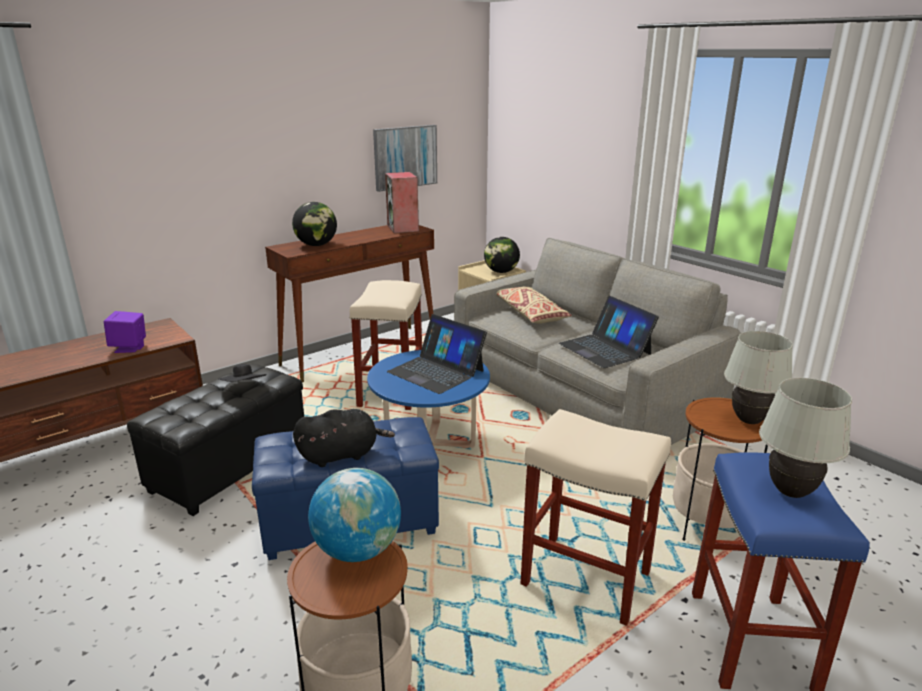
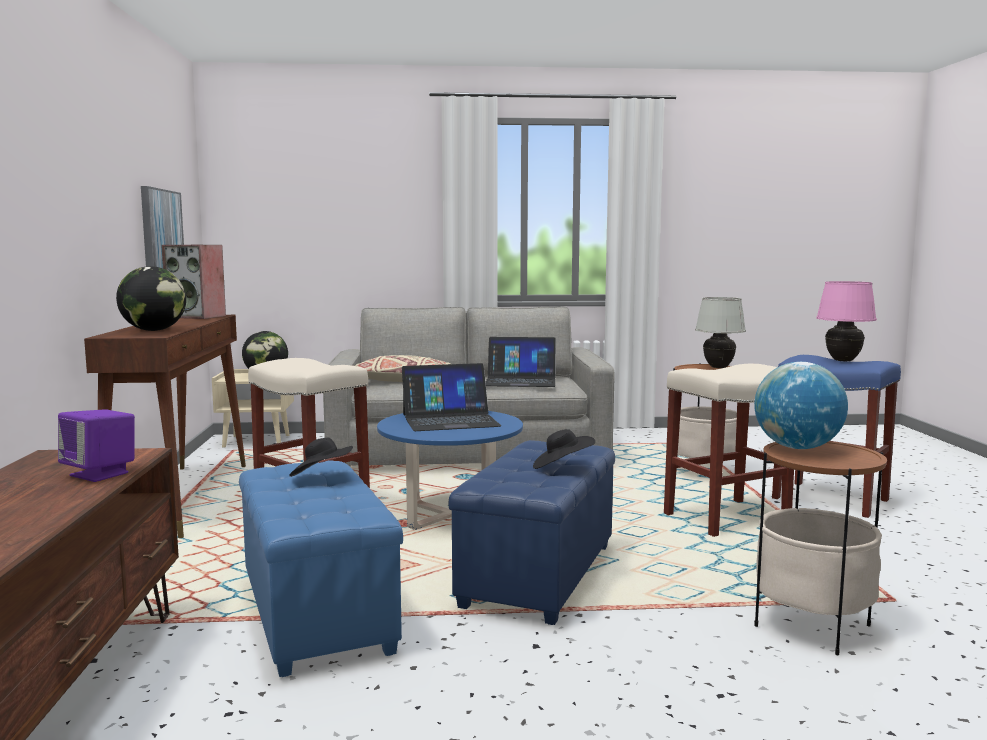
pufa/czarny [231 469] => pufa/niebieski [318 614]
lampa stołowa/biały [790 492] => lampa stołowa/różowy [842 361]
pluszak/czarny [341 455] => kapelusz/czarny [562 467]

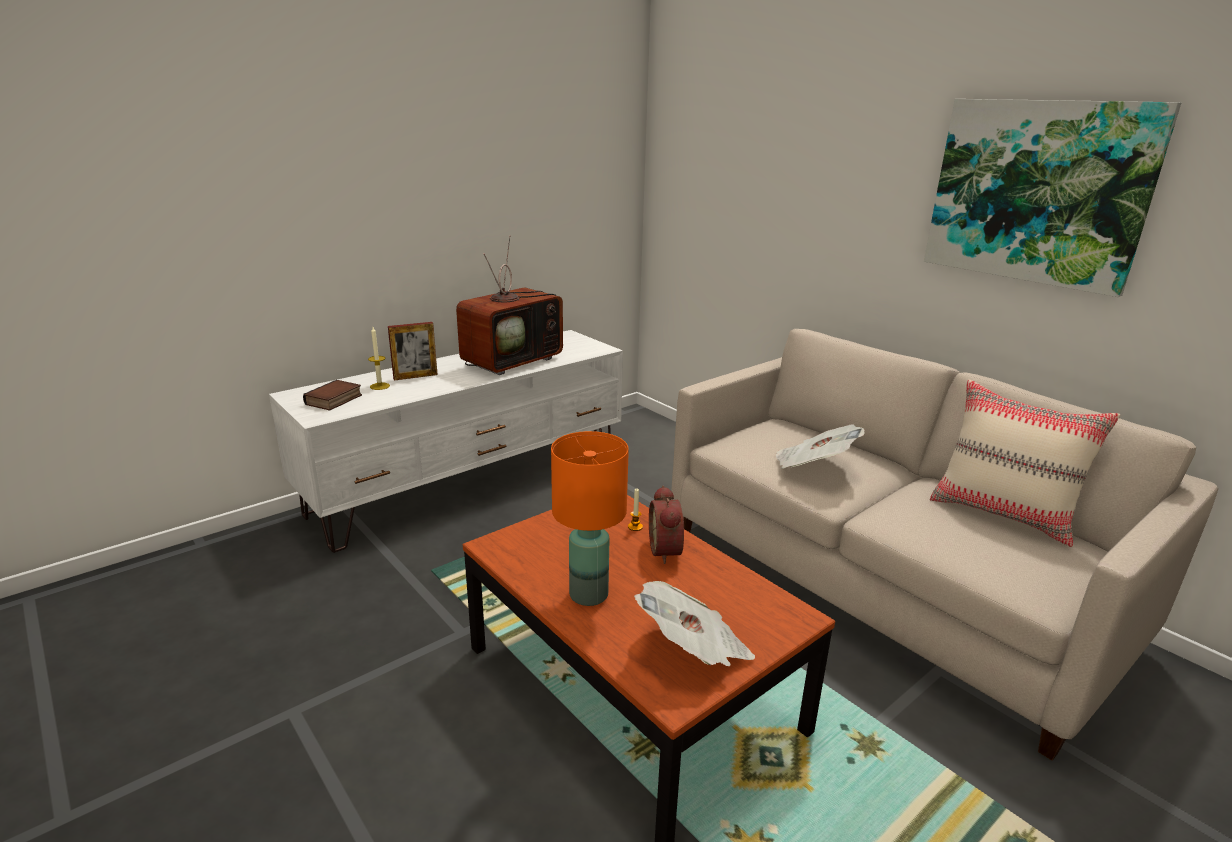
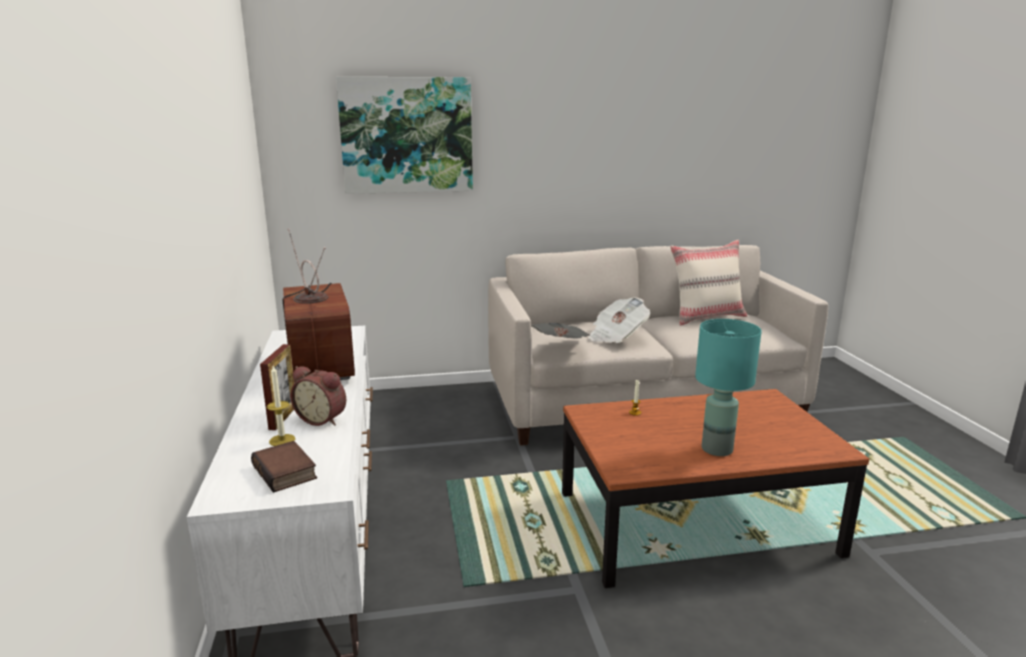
obraz [1037 192] => obraz [407 135], moved
lampa stołowa/pomarańczowy [589 595] => lampa stołowa/turkusowy [717 449]
budzik [668 550] => budzik [322 419], moved
gazeta [693 649] => gazeta [560 347], moved

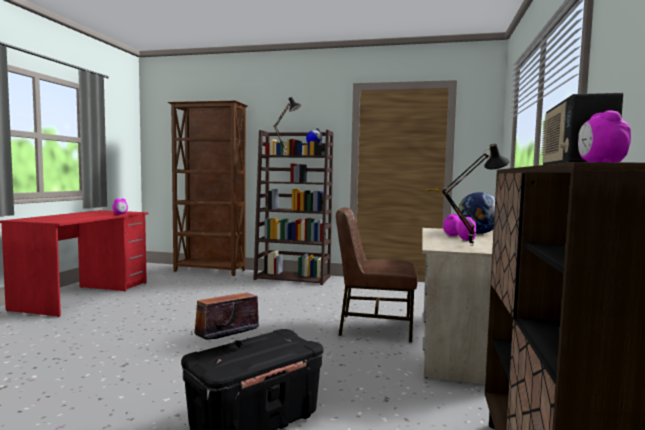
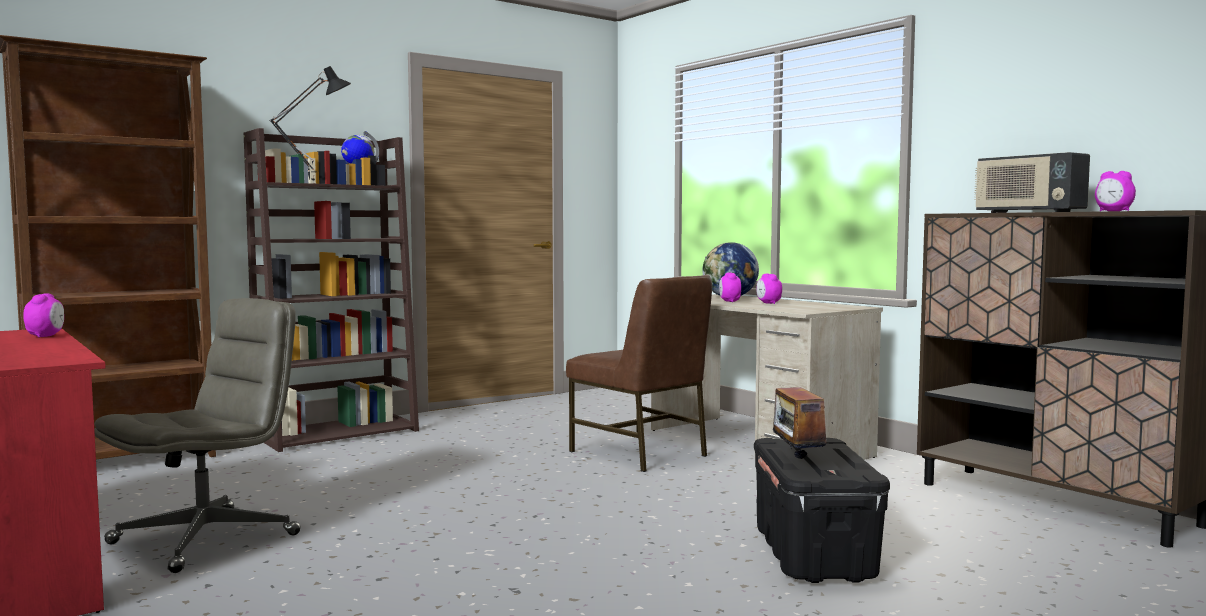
lampa stołowa/czarny [470 245] => nothing
krzesło/brązowy [374 327] => krzesło/brązowy [640 454], 90 degrees counterclockwise
nothing => krzesło biurowe/szary [206 538]

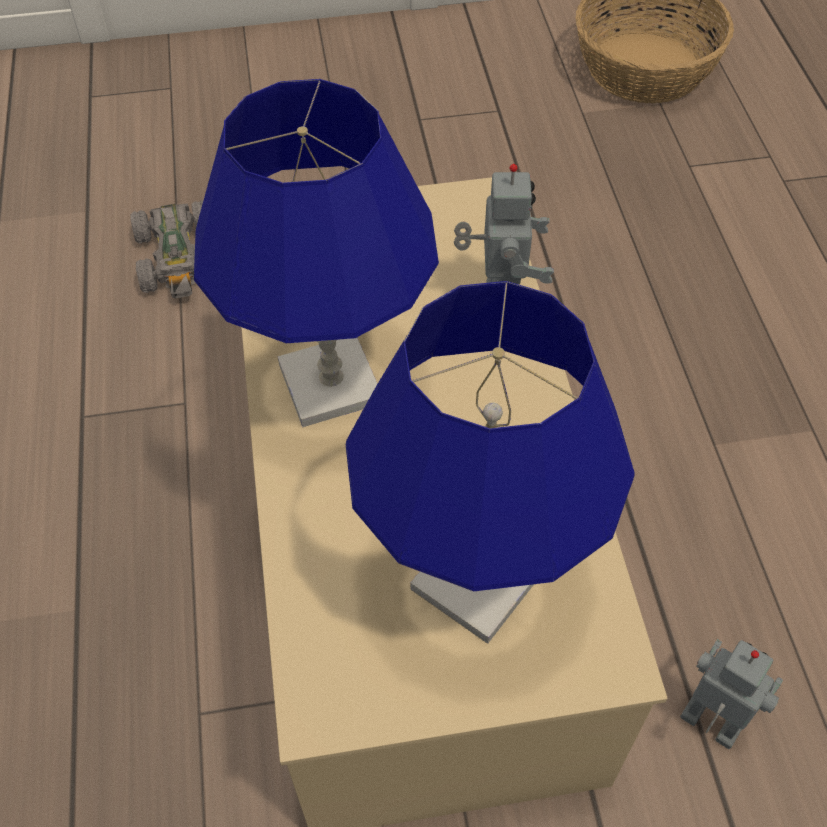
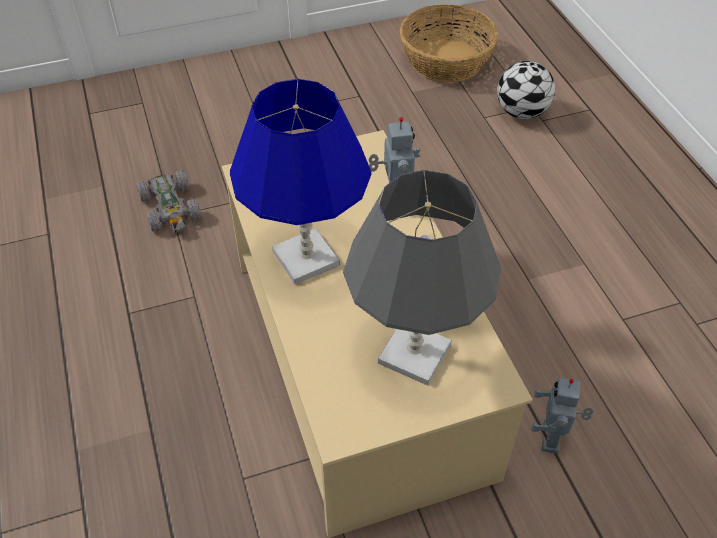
lampa stołowa/niebieski [477 580] => lampa stołowa/szary [414 353]
robot zabawkowy [708 725] => robot zabawkowy [552 438], 105 degrees counterclockwise
nothing => piłka futbolowa [522 112]

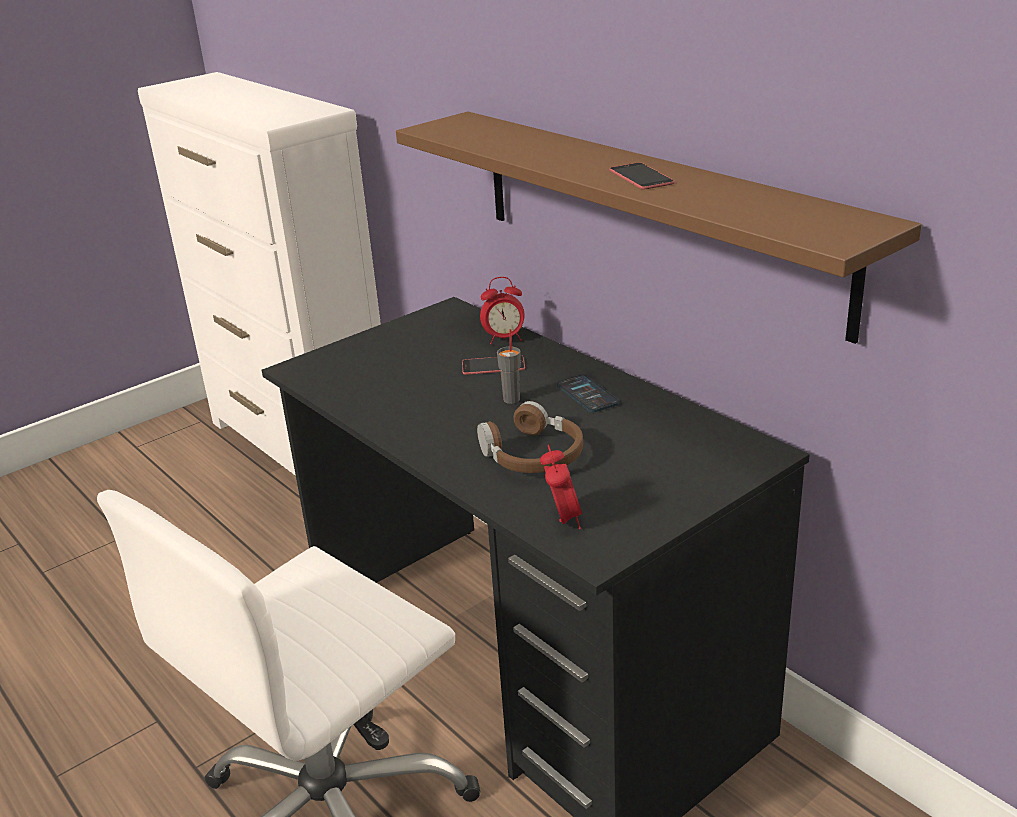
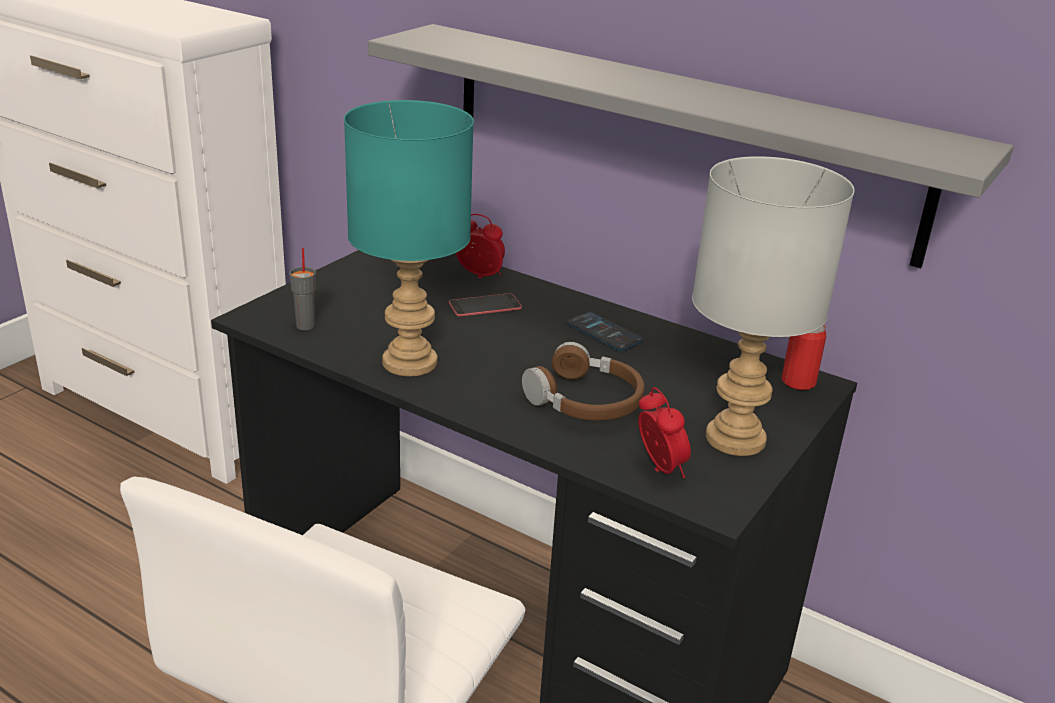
półka/brązowy [651 215] => półka/szary [676 139]
telefon [641 177] => nothing
budzik [504 339] => budzik [480 276], 135 degrees counterclockwise
filiżanka/szary [512 399] => filiżanka/szary [306 325], moved
nothing => lampa stołowa/turkusowy [410 361]
nothing => lampa stołowa/szary [736 440]
nothing => puszka [798 382]

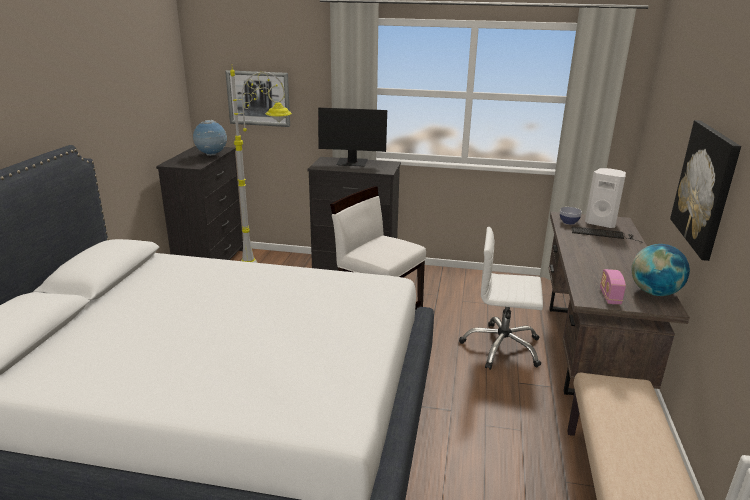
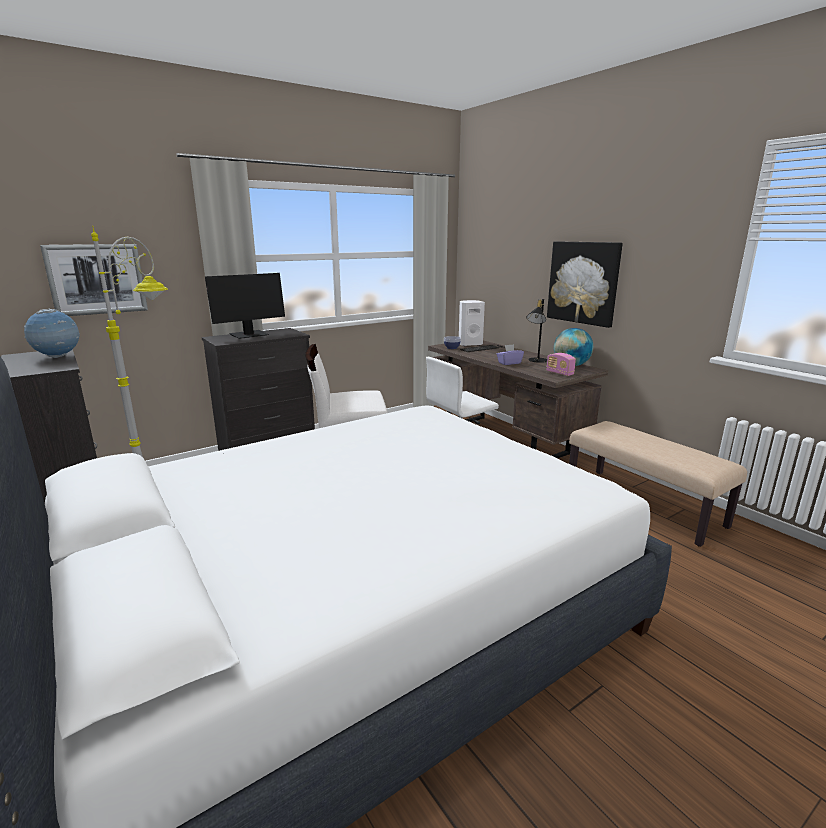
nothing => lampa stołowa/czarny [536 361]
nothing => pudełko chusteczek/fioletowy [509 363]

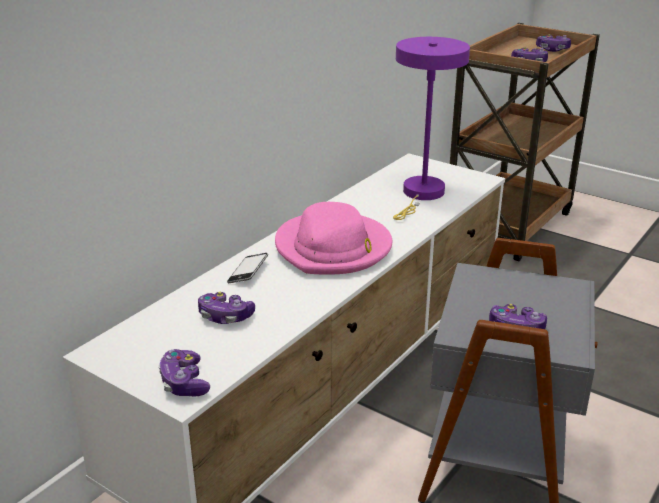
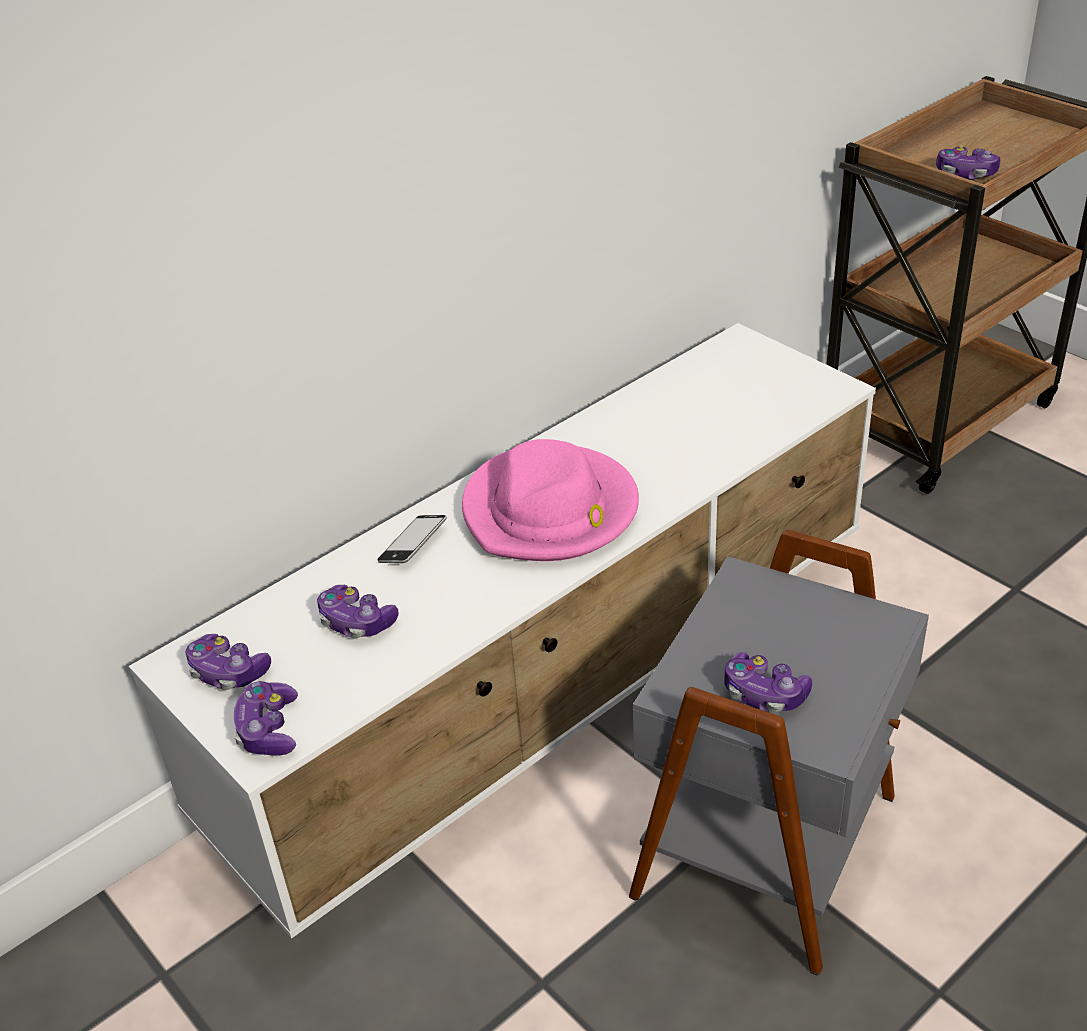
pad do gier [552 49] => pad do gier [228 672], moved
lampa stołowa/fioletowy [421 195] => nothing

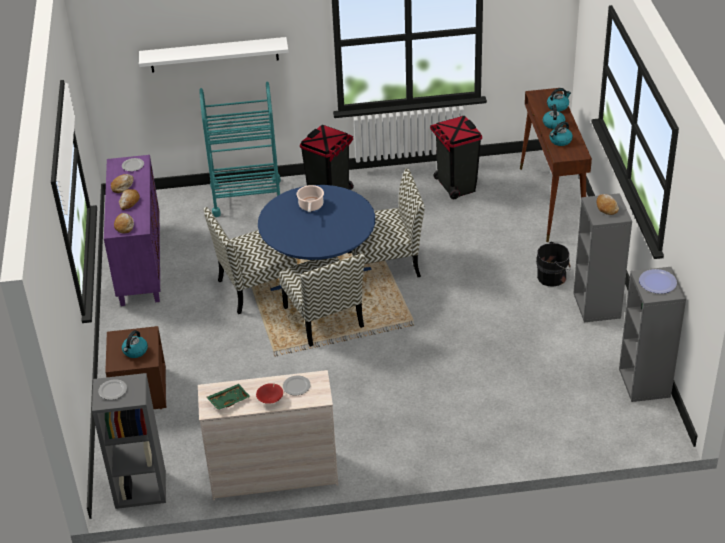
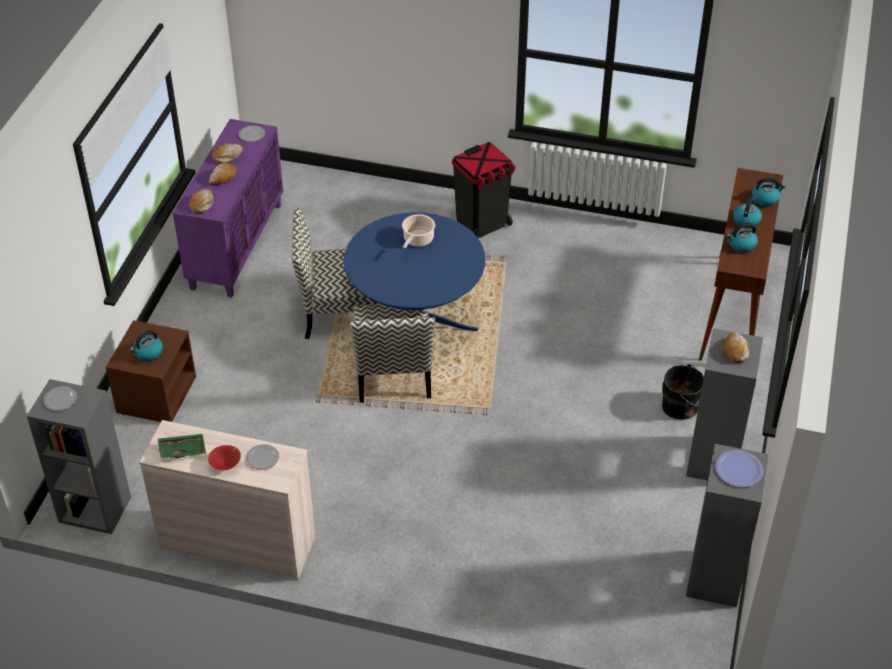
półka/biały [214 55] => nothing
wózek/turkusowy [247 197] => nothing
kosz na śmieci/czarny [456 186] => nothing
krzesło [385 263] => nothing

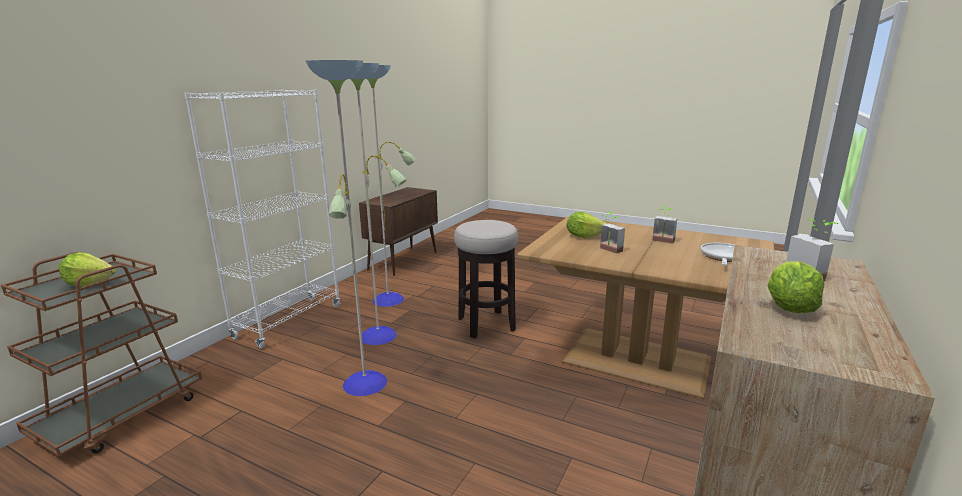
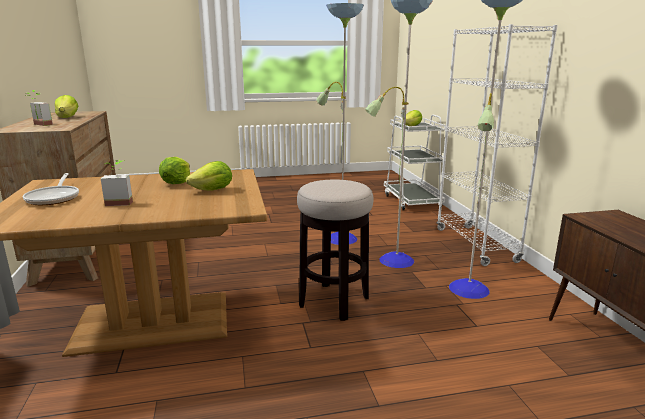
roślina doniczkowa [608 250] => sałata [176 183]
wózek/brązowy [122 415] => wózek/biały [412 201]

